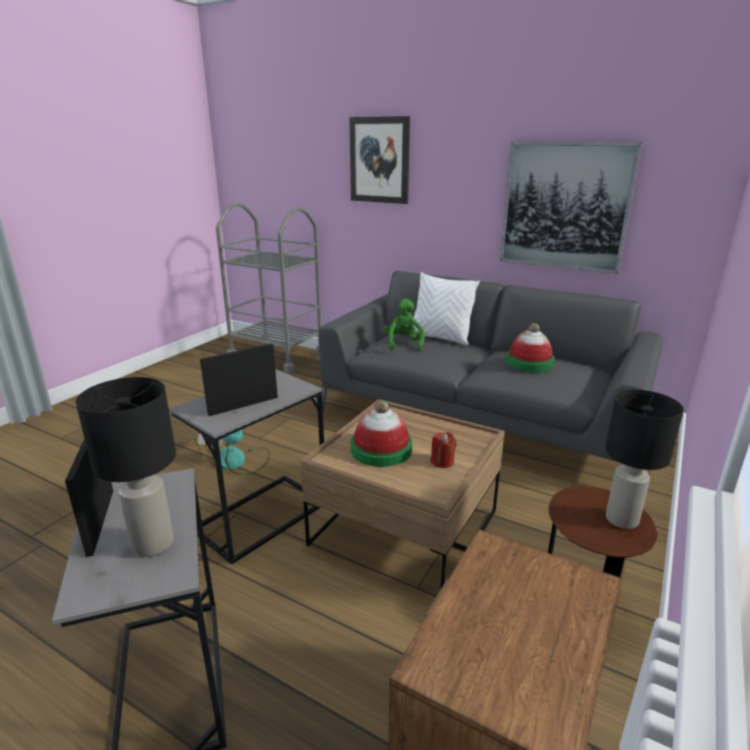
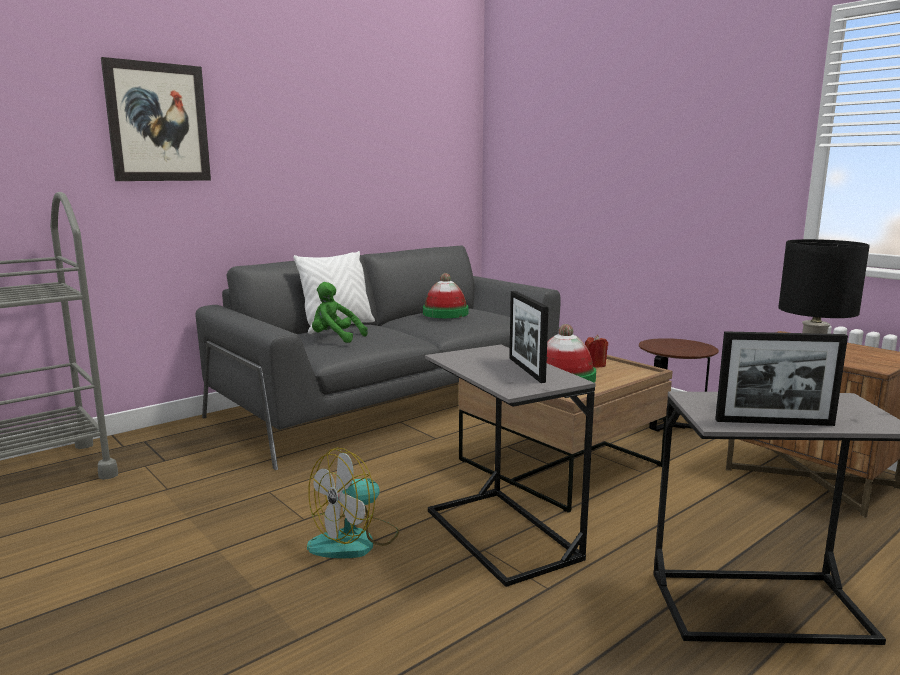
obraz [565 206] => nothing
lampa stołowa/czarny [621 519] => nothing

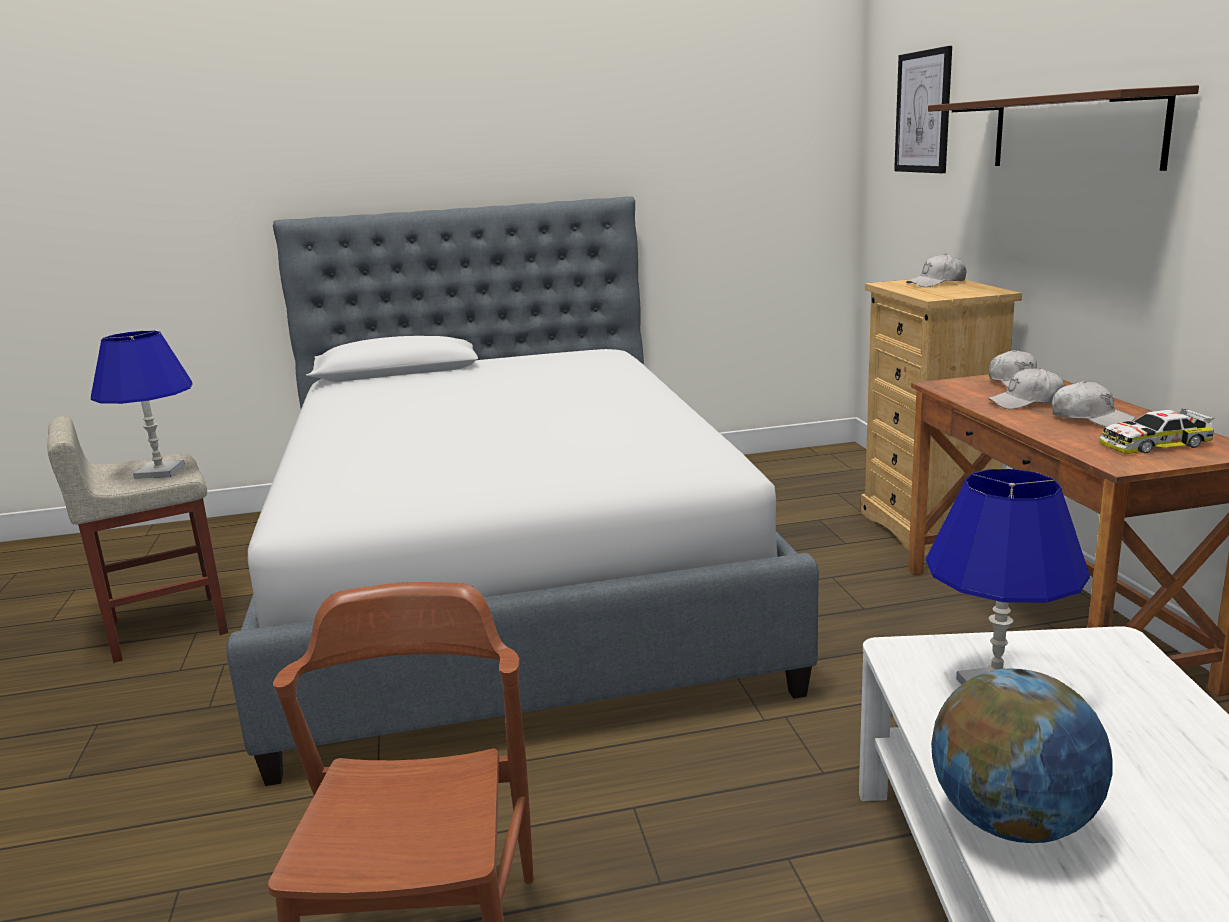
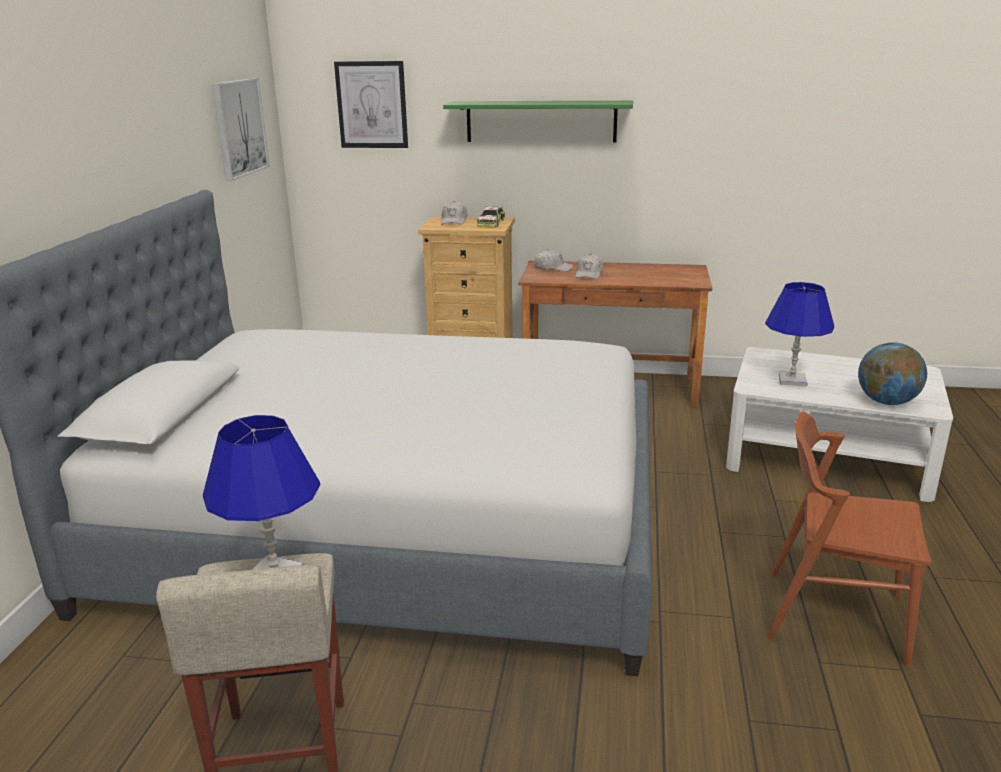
półka/brązowy [1074 131] => półka/zielony [541 121]
czapka z daszkiem/biały [1090 419] => nothing
samochodzik [1154 444] => samochodzik [490 223], moved
nothing => obraz [239 128]

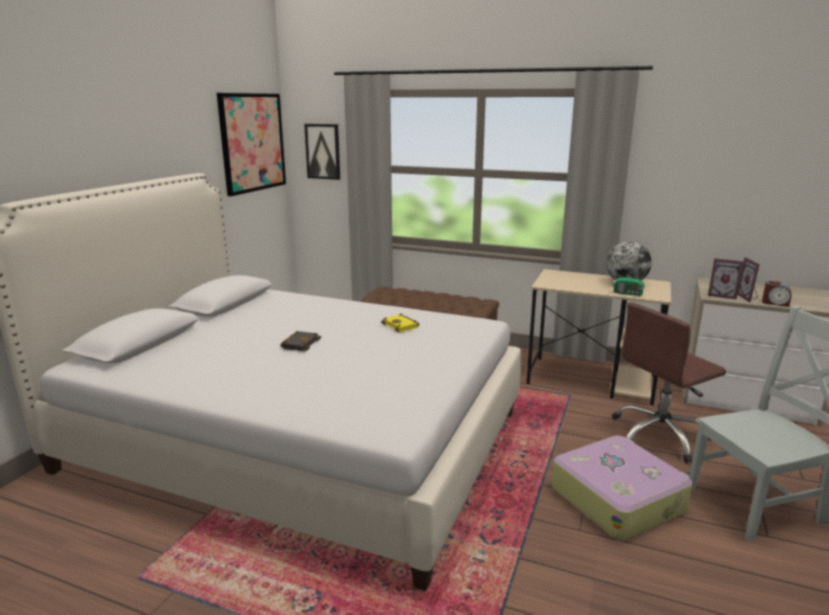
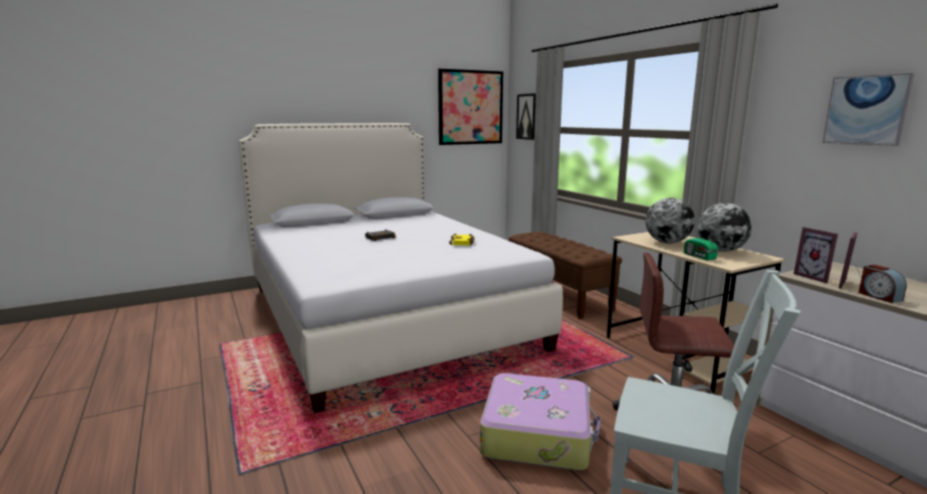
nothing => obraz [866 110]
nothing => globus [667 243]

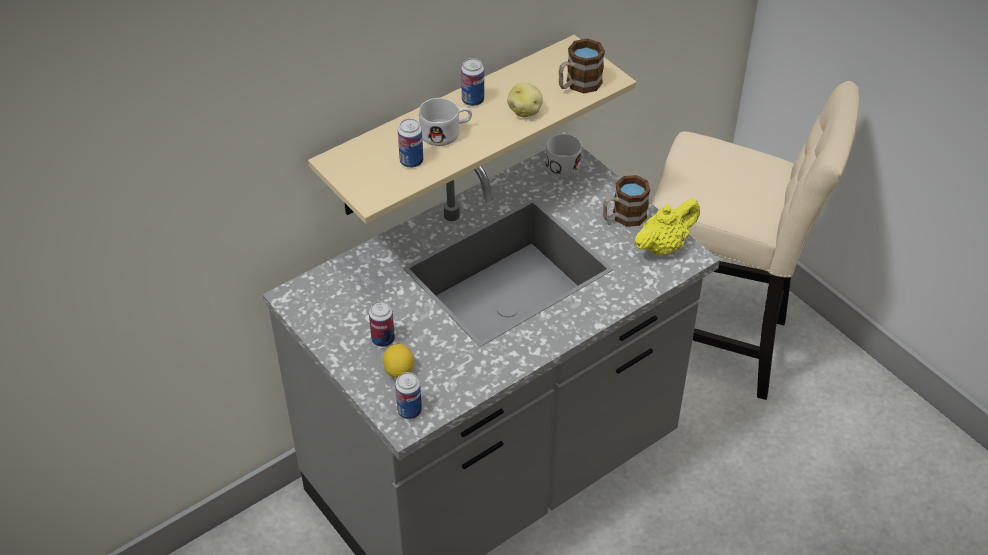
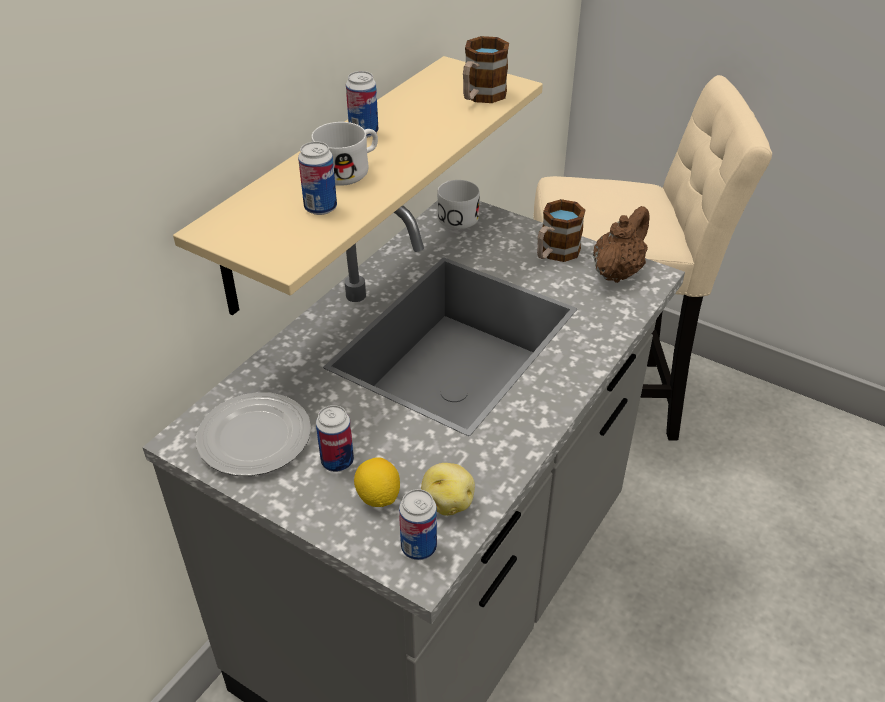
ziemniak [525 111] => ziemniak [448 502], moved
imbryk/żółty [664 246] => imbryk/brązowy [617 272]
nothing => talerz [256 438]

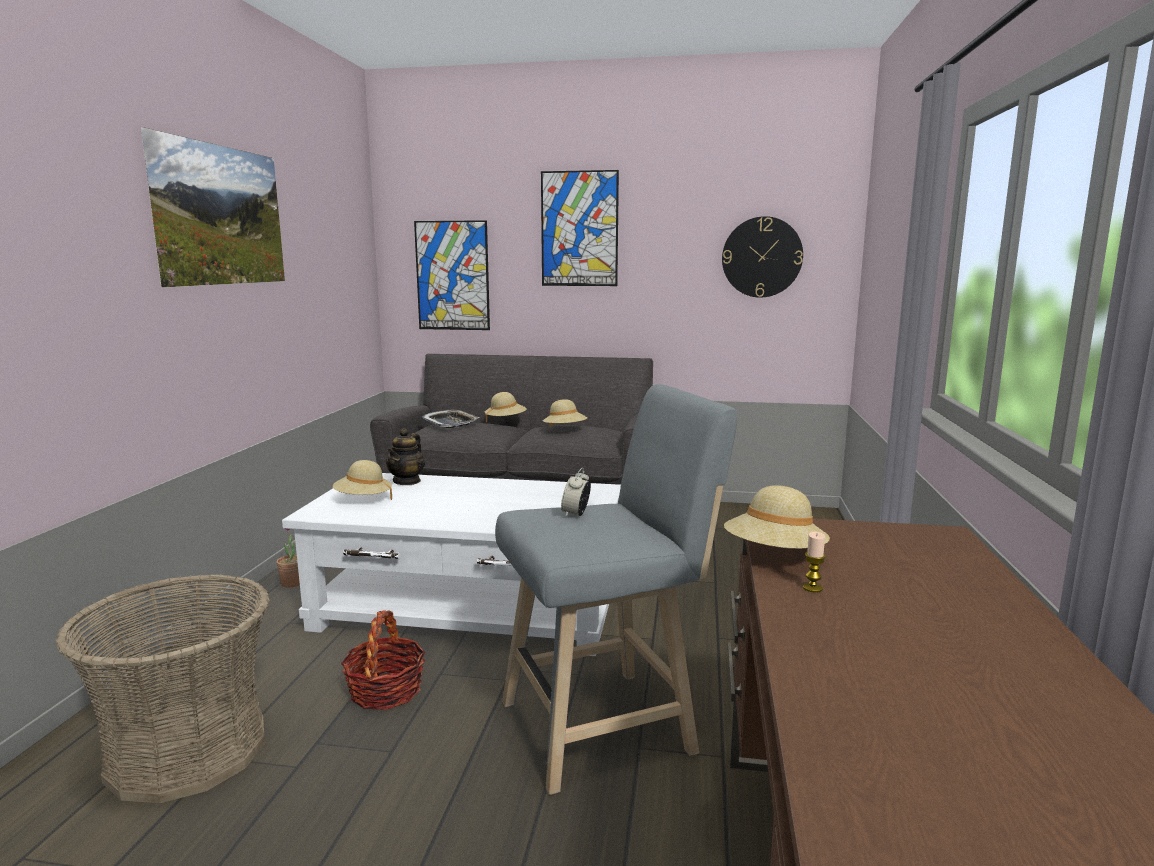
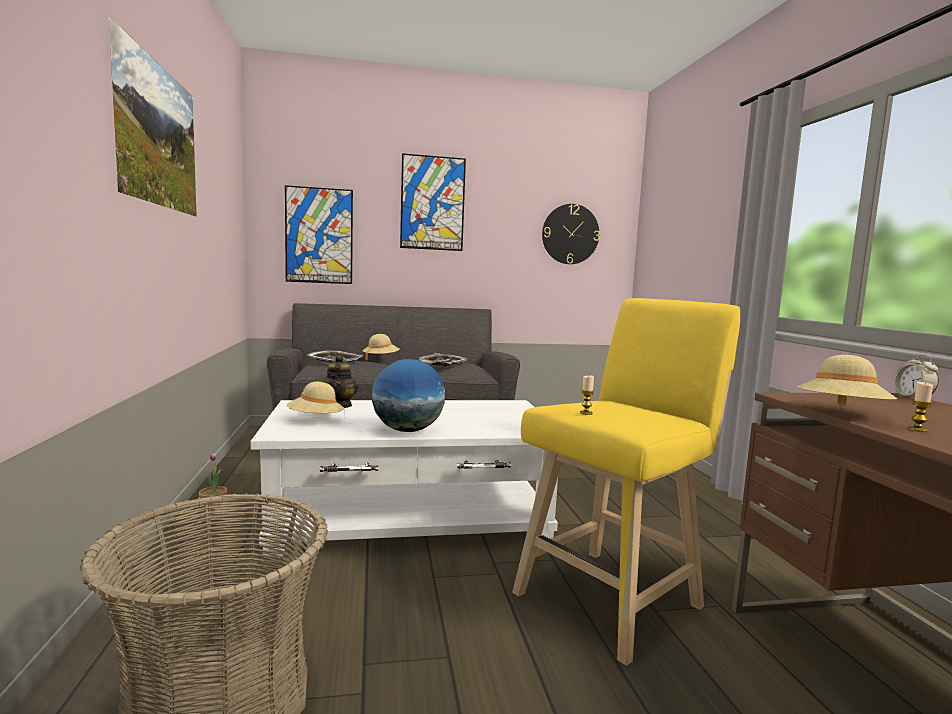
stołek/szary [607 725] => stołek/żółty [614 597]
kapelusz/beżowy [565 430] => taca [442 363]
budzik [576 514] => budzik [913 398], moved
koszyk [385 691] => nothing
nothing => globus [408 430]
nothing => świeca [586 413]

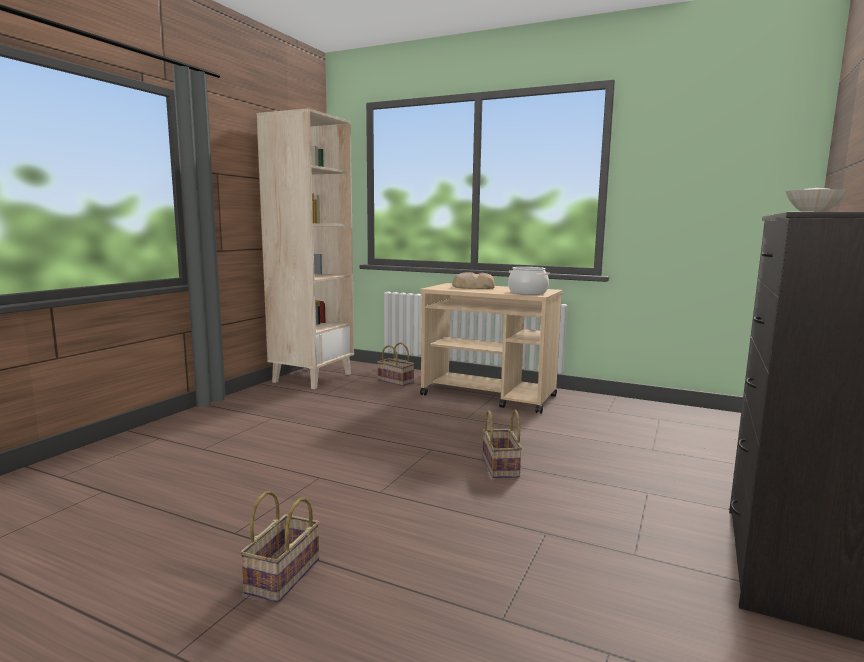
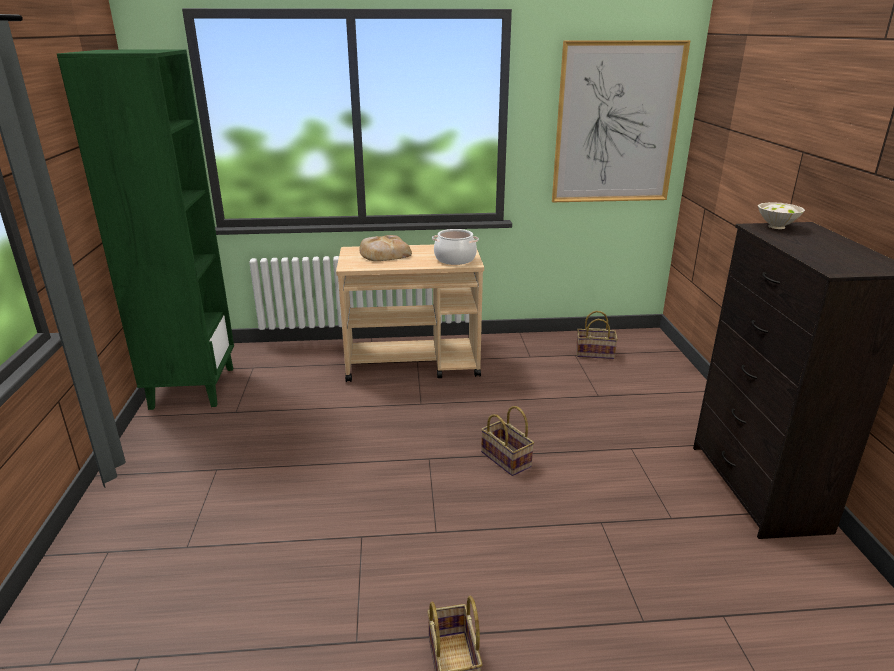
regał/beżowy [312 377] => regał/zielony [192 387]
koszyk [396 381] => koszyk [595 353], moved
nothing => obraz [617 124]

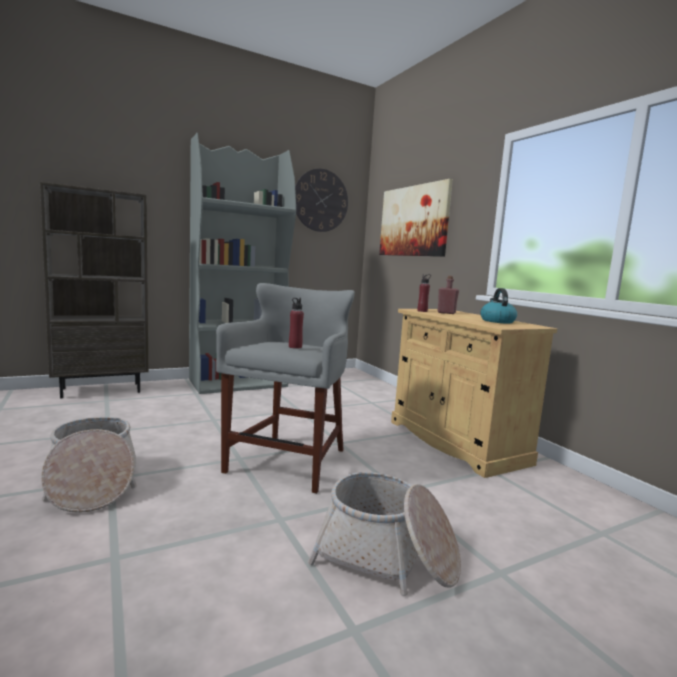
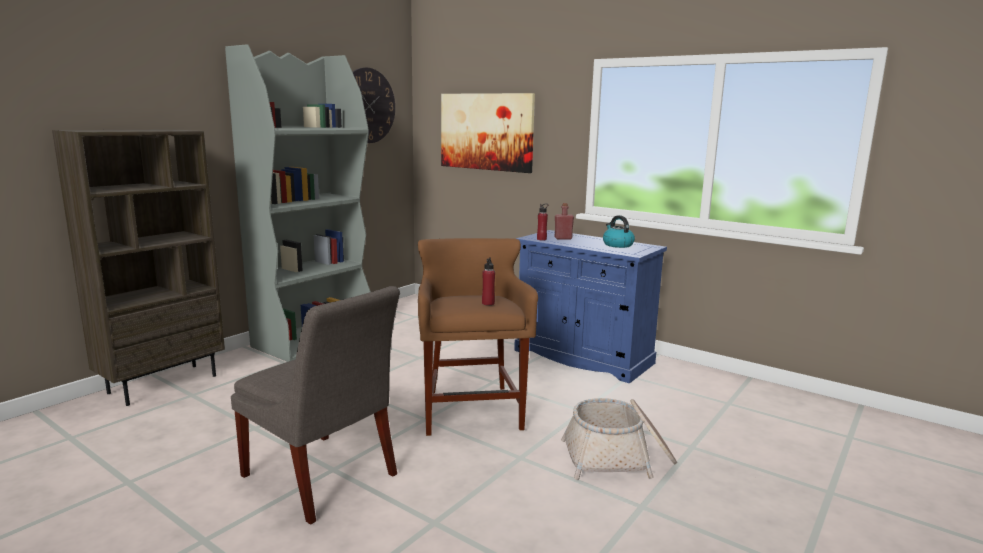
stołek/szary [288 462] => stołek/brązowy [471 411]
szafka/beżowy [455 442] => szafka/niebieski [583 357]
koszyk [92 483] => krzesło/szary [322 478]

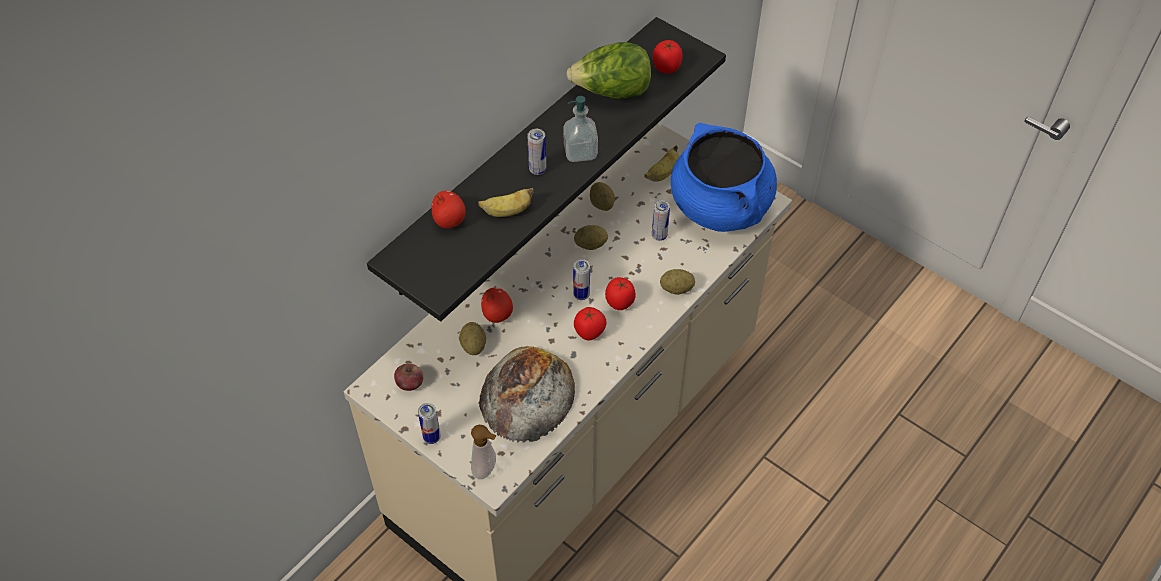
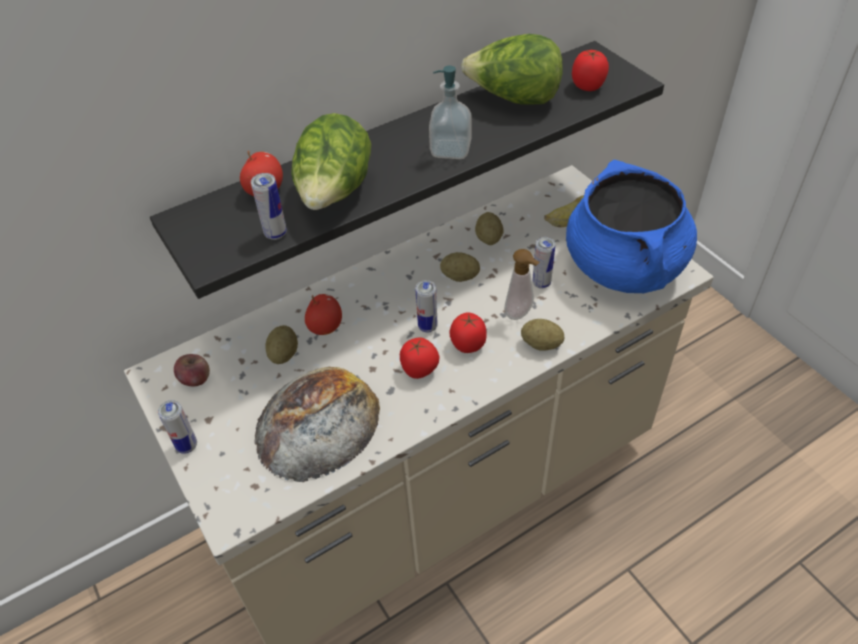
puszka [537 170] => puszka [275 233], moved
banan [507 212] => sałata [335 194]
dozownik mydła [486 470] => dozownik mydła [520 314], moved

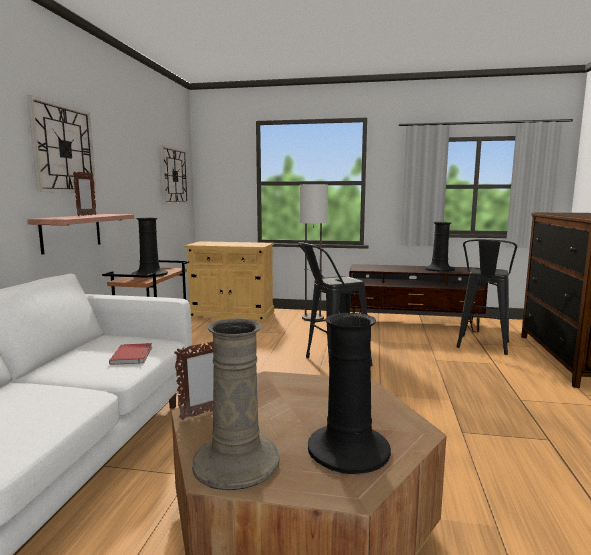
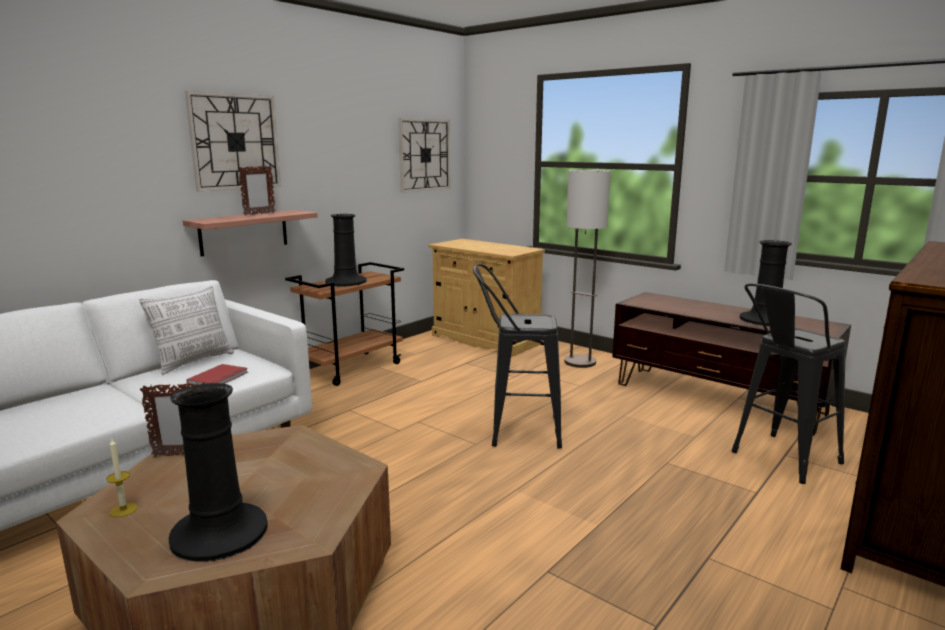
wazon/beżowy [235 462] => świeca [123 510]
nothing => poduszka [193 361]

